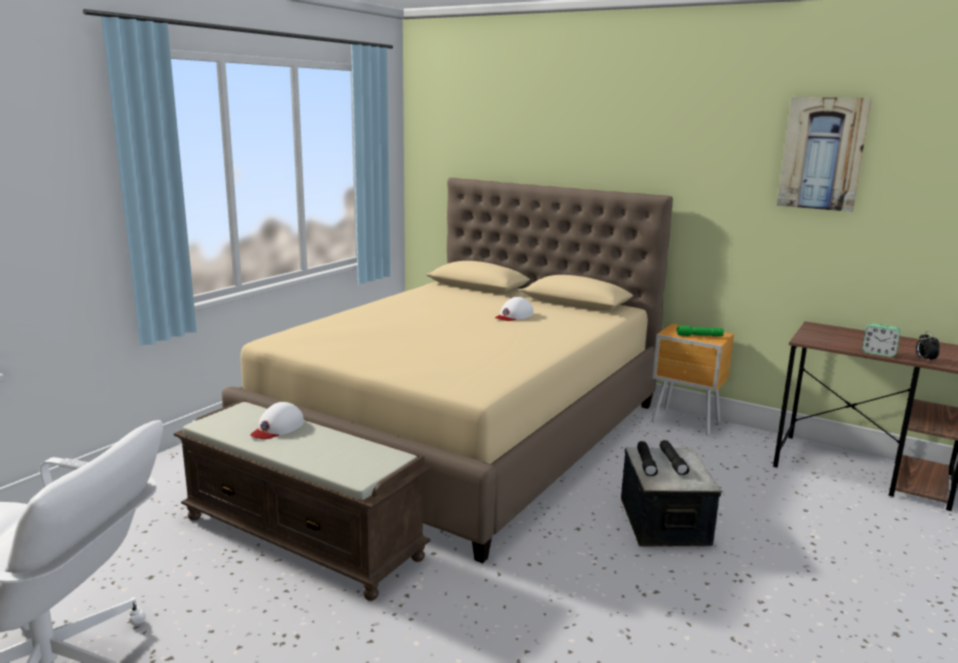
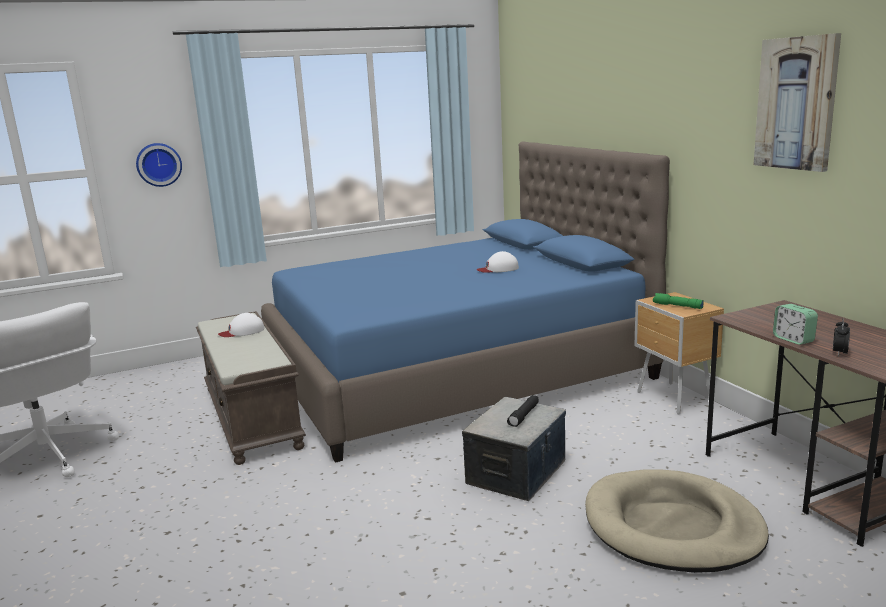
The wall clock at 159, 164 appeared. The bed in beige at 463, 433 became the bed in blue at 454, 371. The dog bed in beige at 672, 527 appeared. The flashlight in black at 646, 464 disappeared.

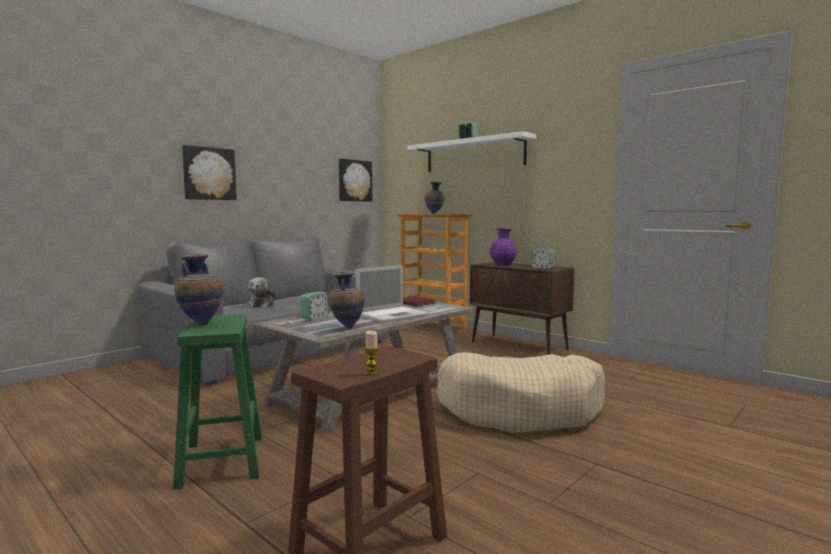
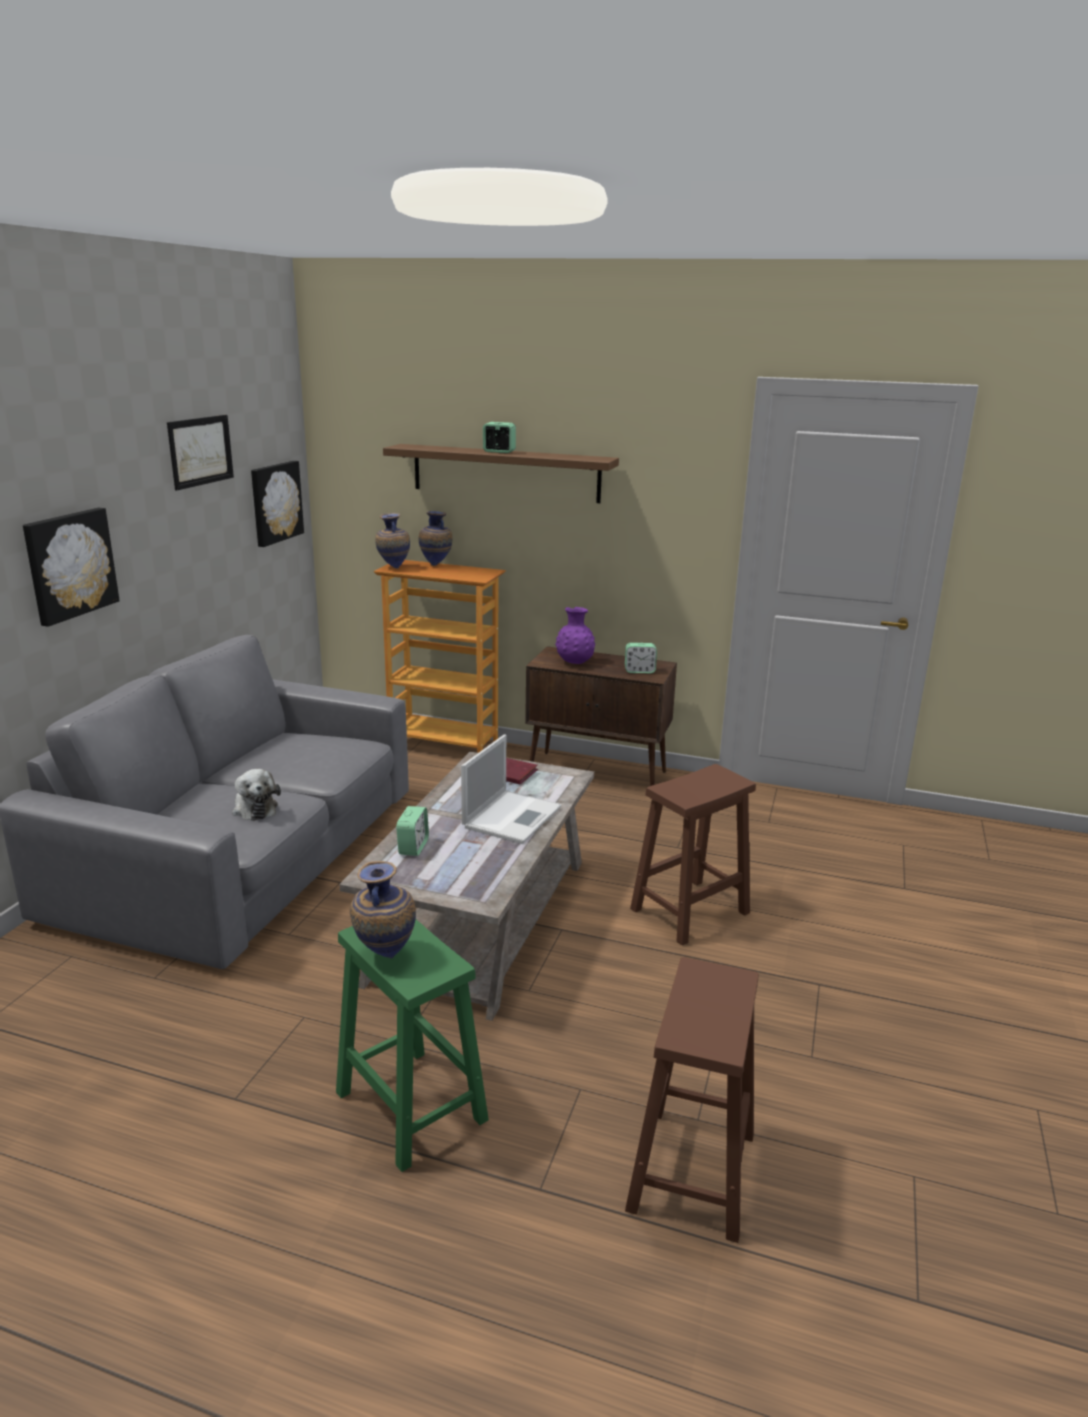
The picture at 200, 451 appeared. The vase moved from 346, 328 to 393, 568. The shelf in white at 473, 155 became the shelf in brown at 505, 473. The dog bed in beige at 520, 409 was replaced by the stool in brown at 688, 912. The candle at 371, 372 disappeared.

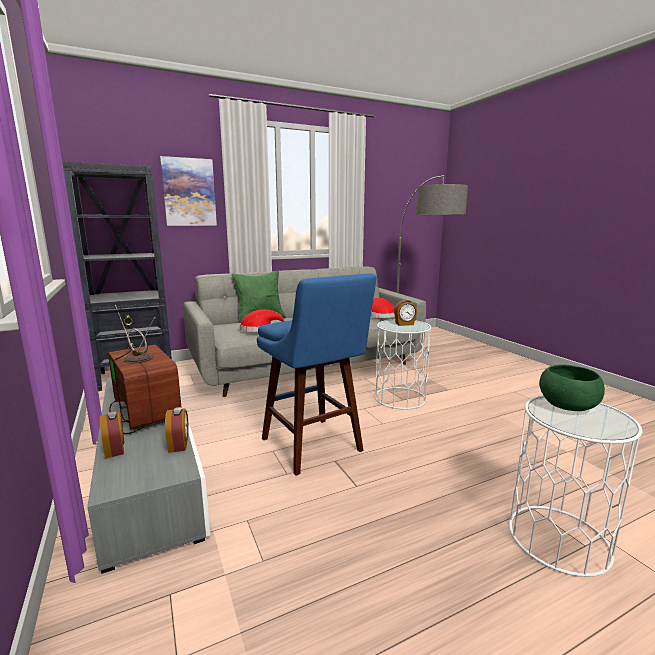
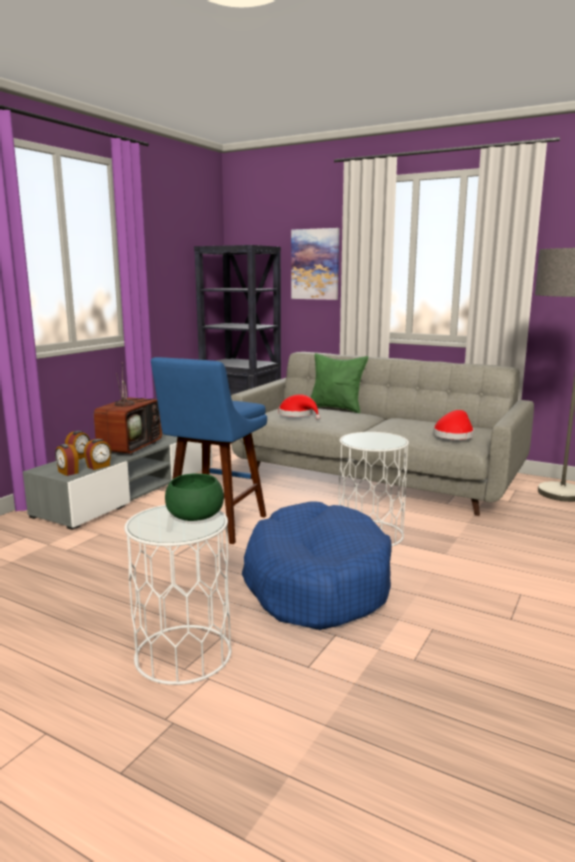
The alarm clock moved from 404, 324 to 67, 472. The dog bed in blue at 316, 583 appeared.

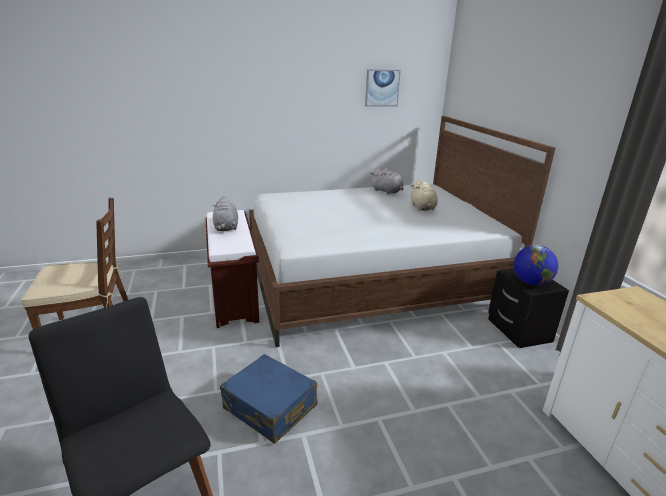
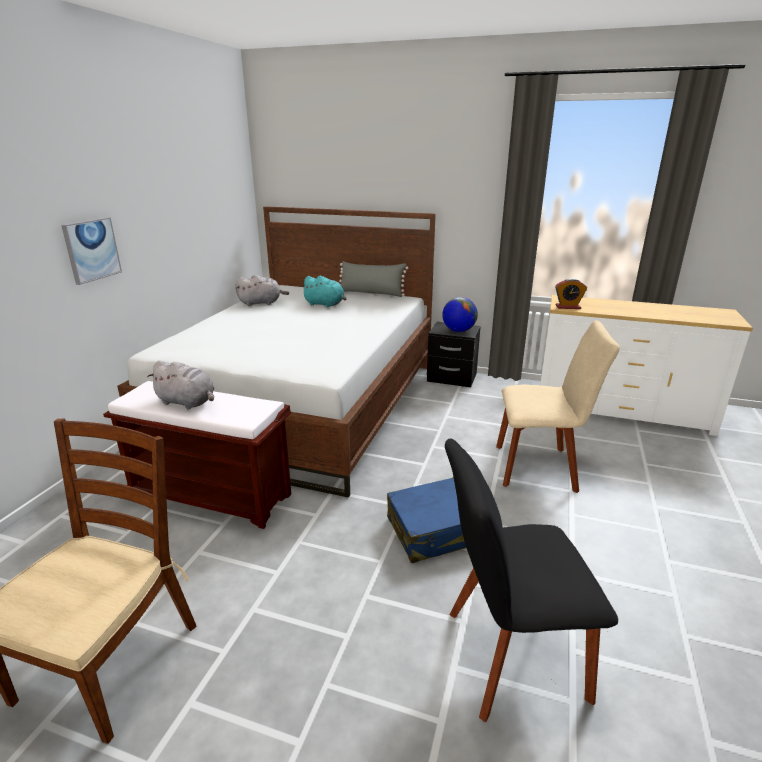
The picture moved from 382, 88 to 92, 250. The plush toy in beige at 423, 208 became the plush toy in turquoise at 325, 304. The pillow in grey at 371, 293 appeared. The chair in beige at 540, 467 appeared. The alarm clock at 568, 307 appeared.

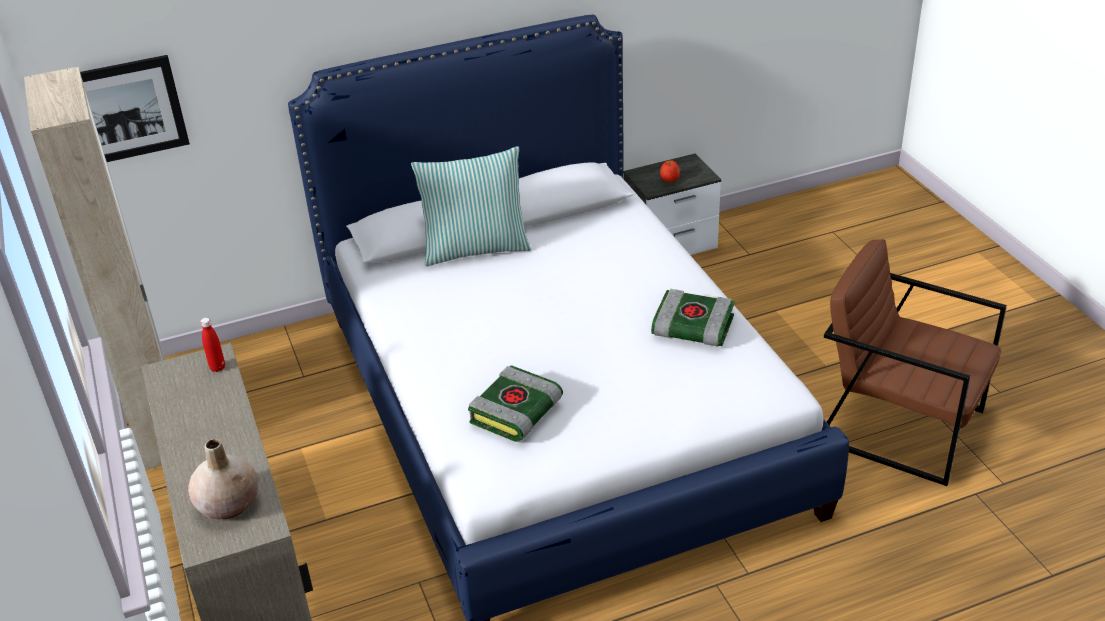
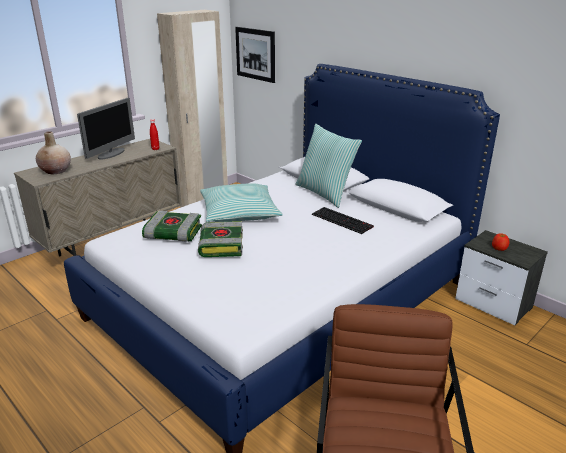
The monitor at 111, 154 appeared. The book moved from 691, 328 to 220, 245. The pillow at 239, 212 appeared. The keyboard at 343, 220 appeared.

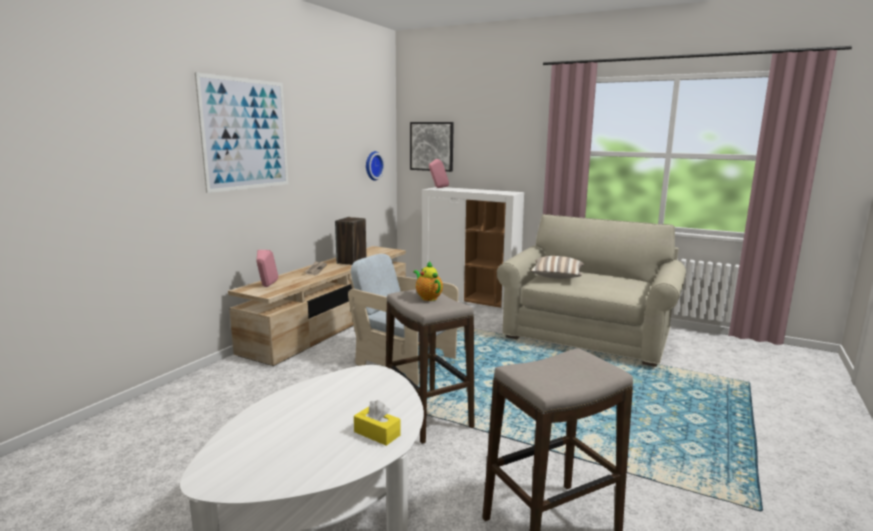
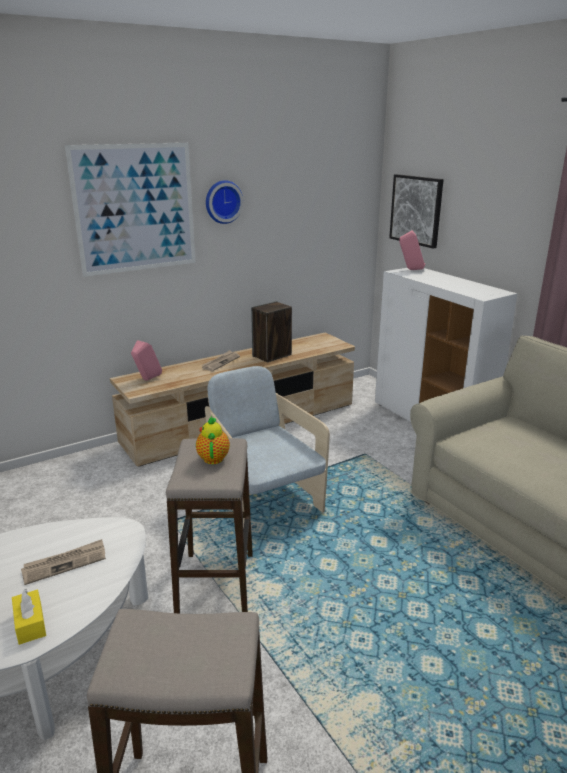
The newspaper at 65, 563 appeared. The wall clock moved from 372, 165 to 223, 201. The pillow at 557, 277 disappeared.

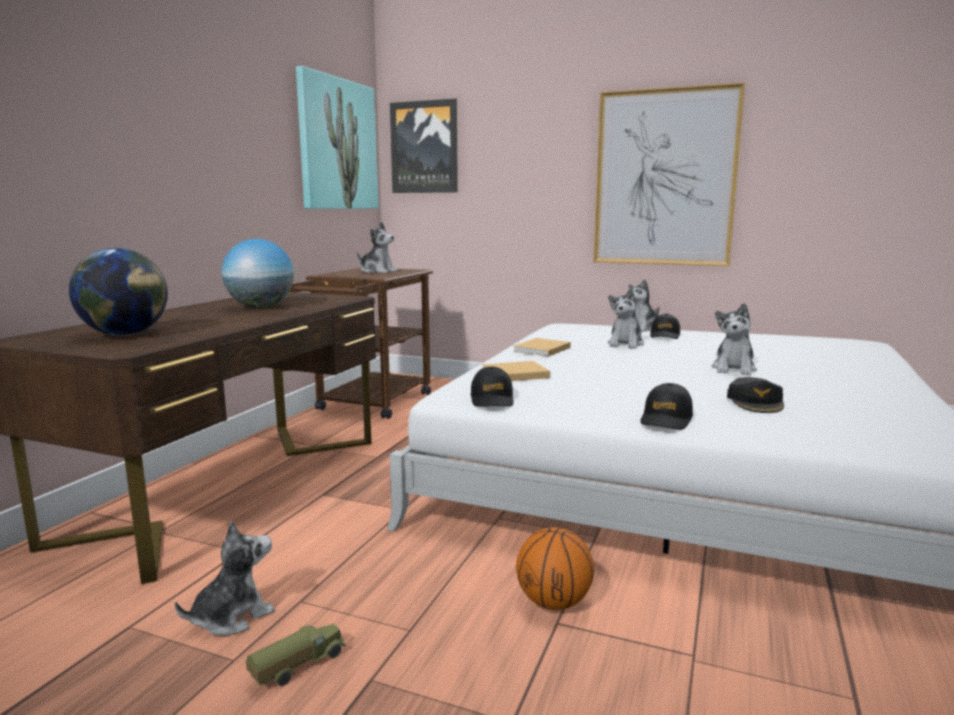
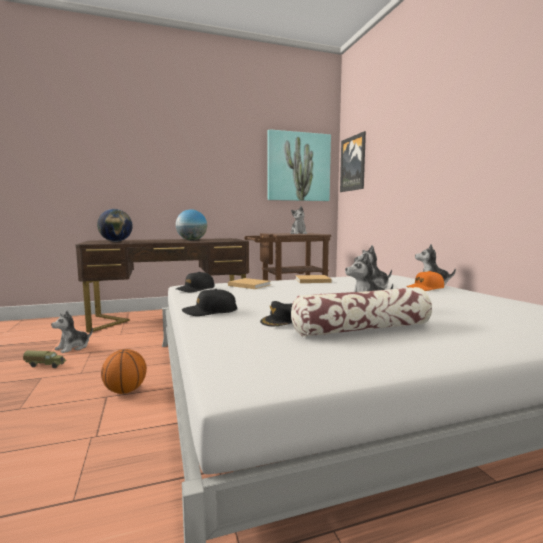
The plush toy at 232, 617 turned 120 degrees clockwise. The pillow at 362, 329 appeared. The cap in black at 665, 335 became the cap in orange at 425, 288. The picture at 664, 178 disappeared.

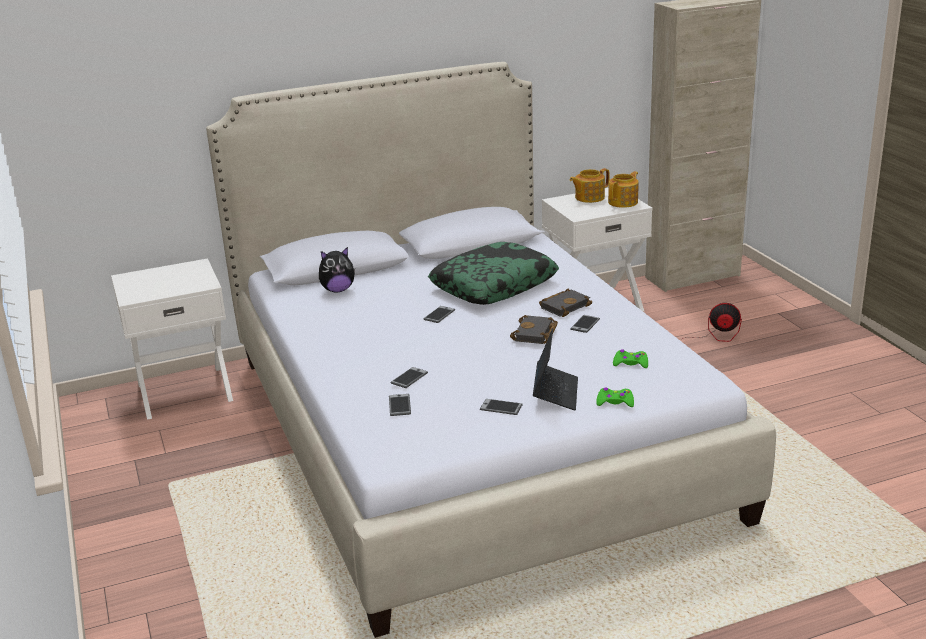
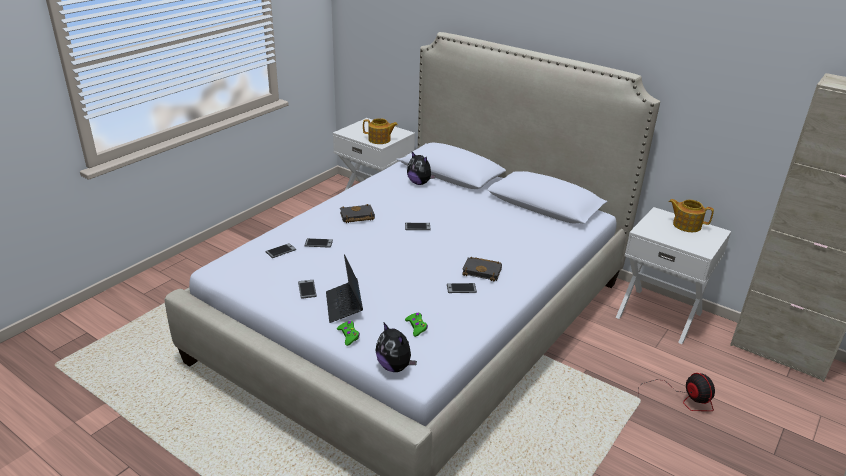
The laptop at 555, 393 turned 105 degrees clockwise. The book in black moved from 535, 334 to 356, 217. The teapot moved from 623, 202 to 380, 140. The plush toy at 395, 366 appeared. The pillow at 494, 285 disappeared.

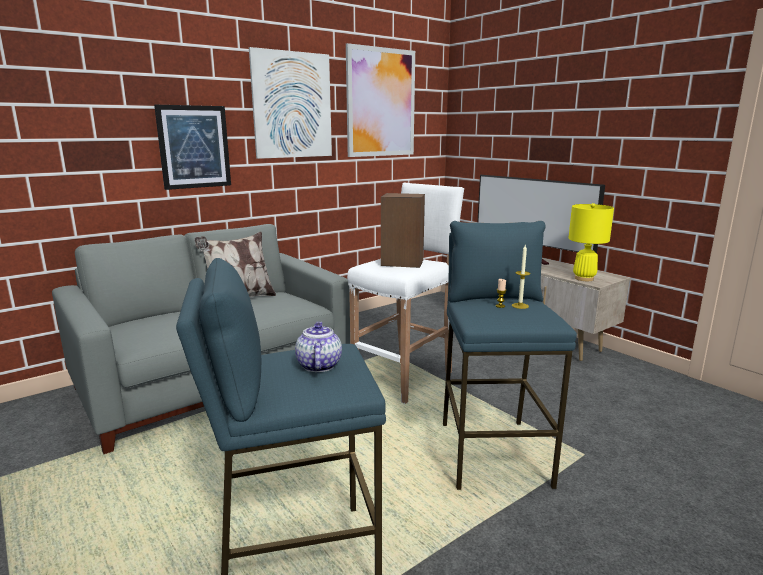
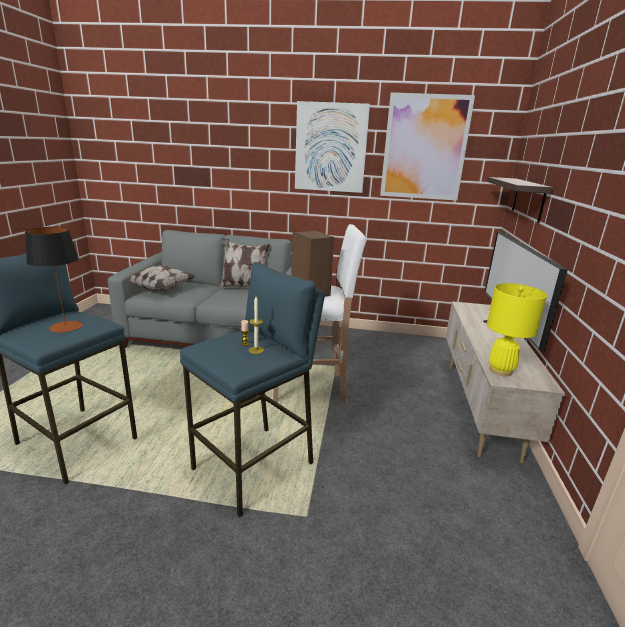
The teapot at 318, 365 was replaced by the table lamp at 66, 327. The pillow at 160, 289 appeared. The shelf at 528, 199 appeared. The picture at 194, 147 disappeared.

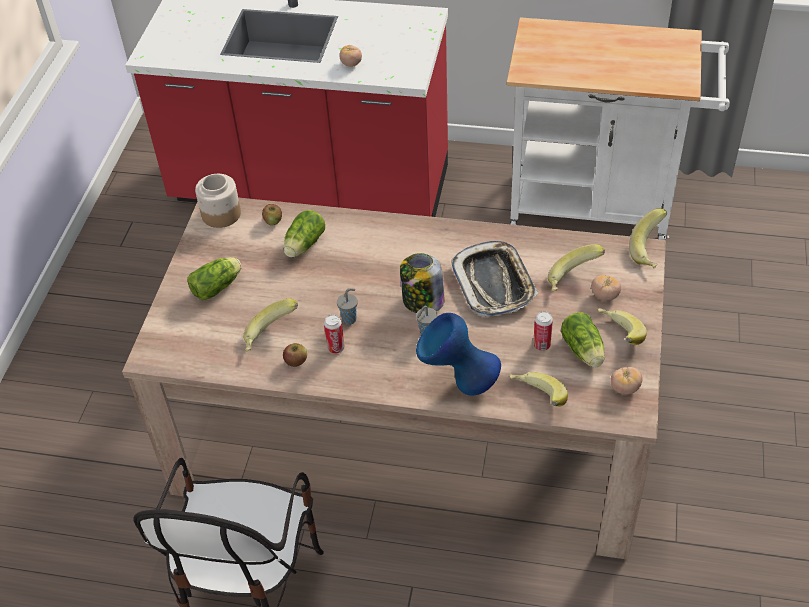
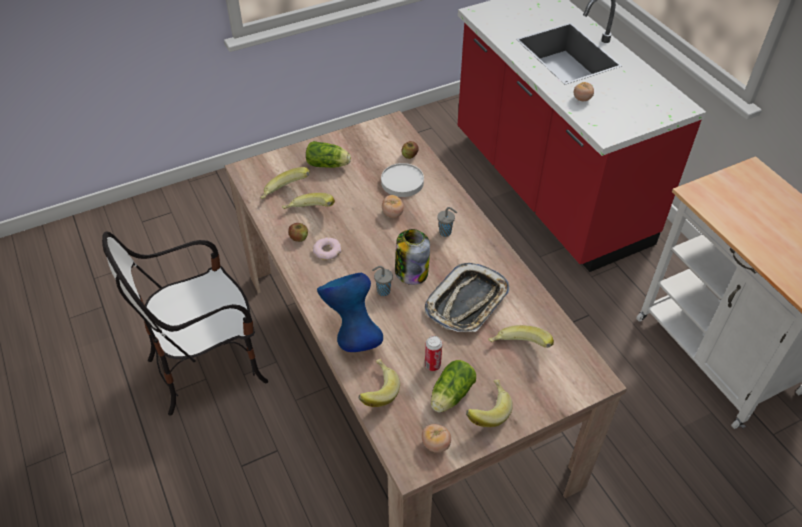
The banana moved from 651, 251 to 285, 194. The can at 336, 348 was replaced by the donut at 327, 251. The lettuce at 303, 245 was replaced by the plate in white at 402, 182. The tomato moved from 604, 296 to 392, 213. The cup in grey moved from 350, 319 to 446, 232. The jar at 220, 214 disappeared.

